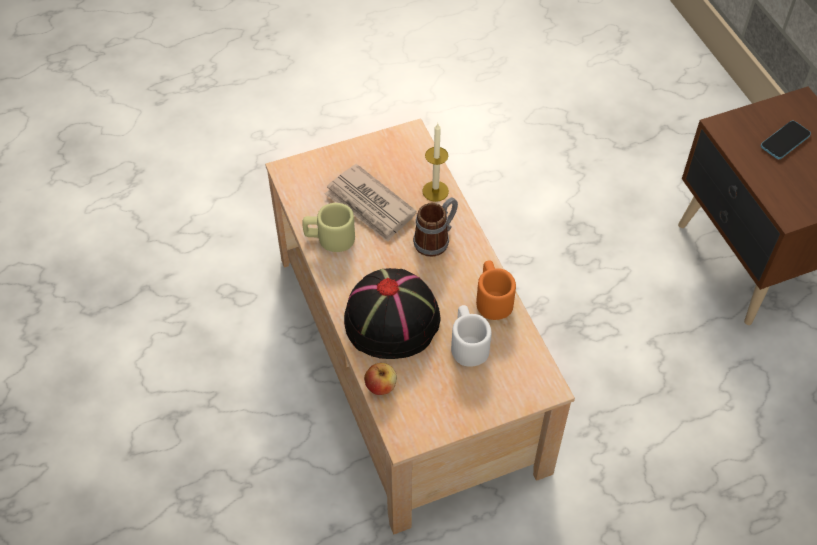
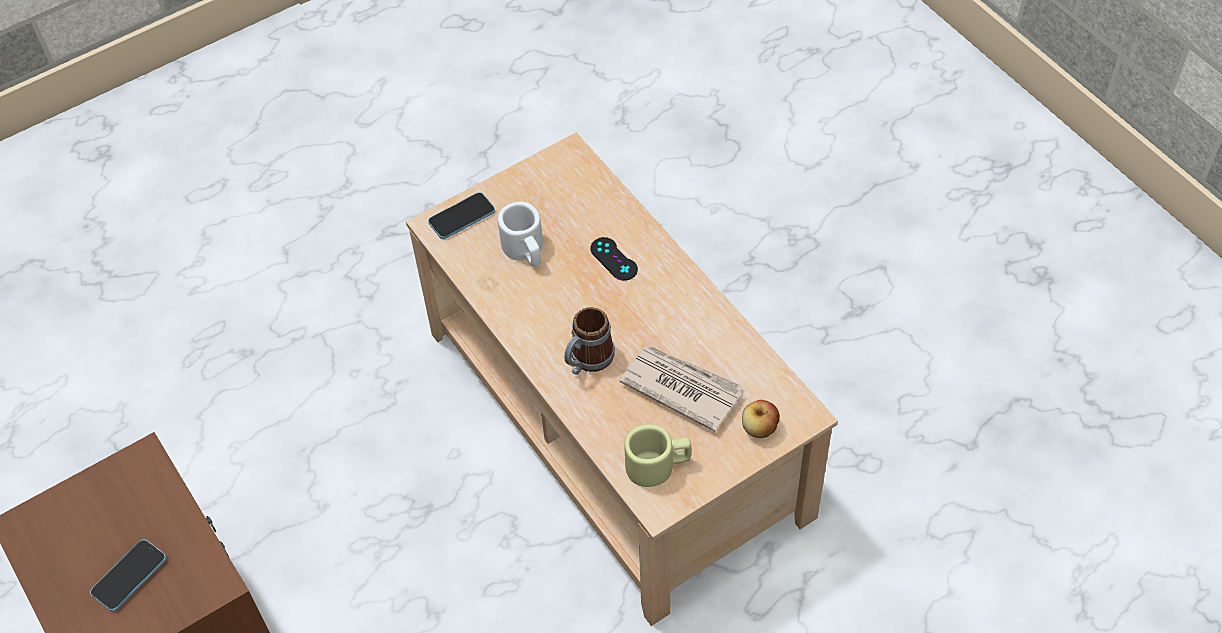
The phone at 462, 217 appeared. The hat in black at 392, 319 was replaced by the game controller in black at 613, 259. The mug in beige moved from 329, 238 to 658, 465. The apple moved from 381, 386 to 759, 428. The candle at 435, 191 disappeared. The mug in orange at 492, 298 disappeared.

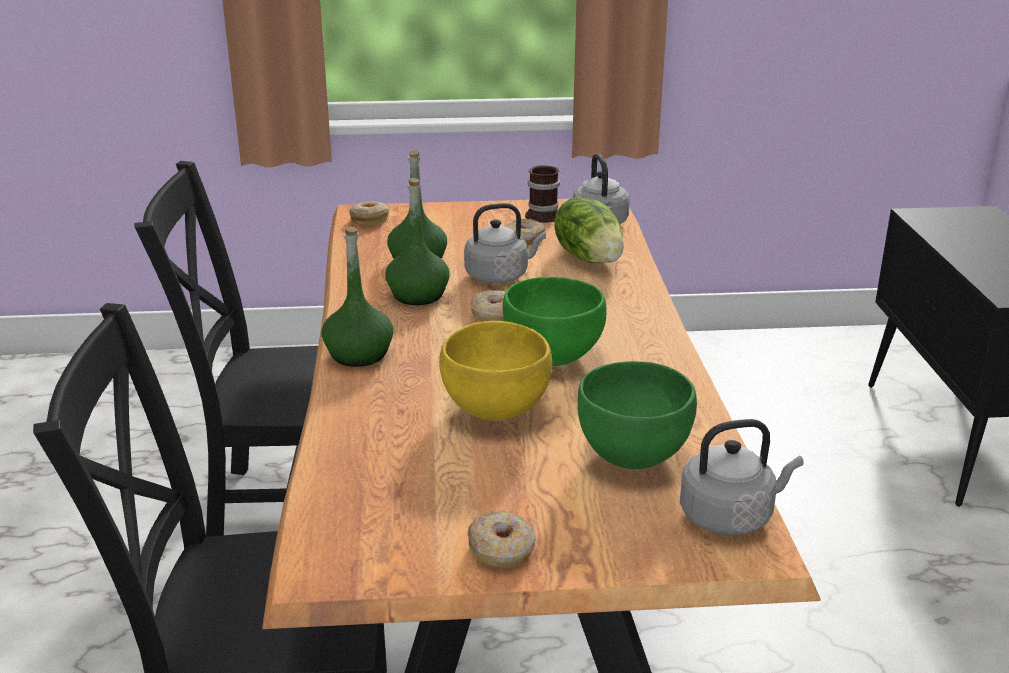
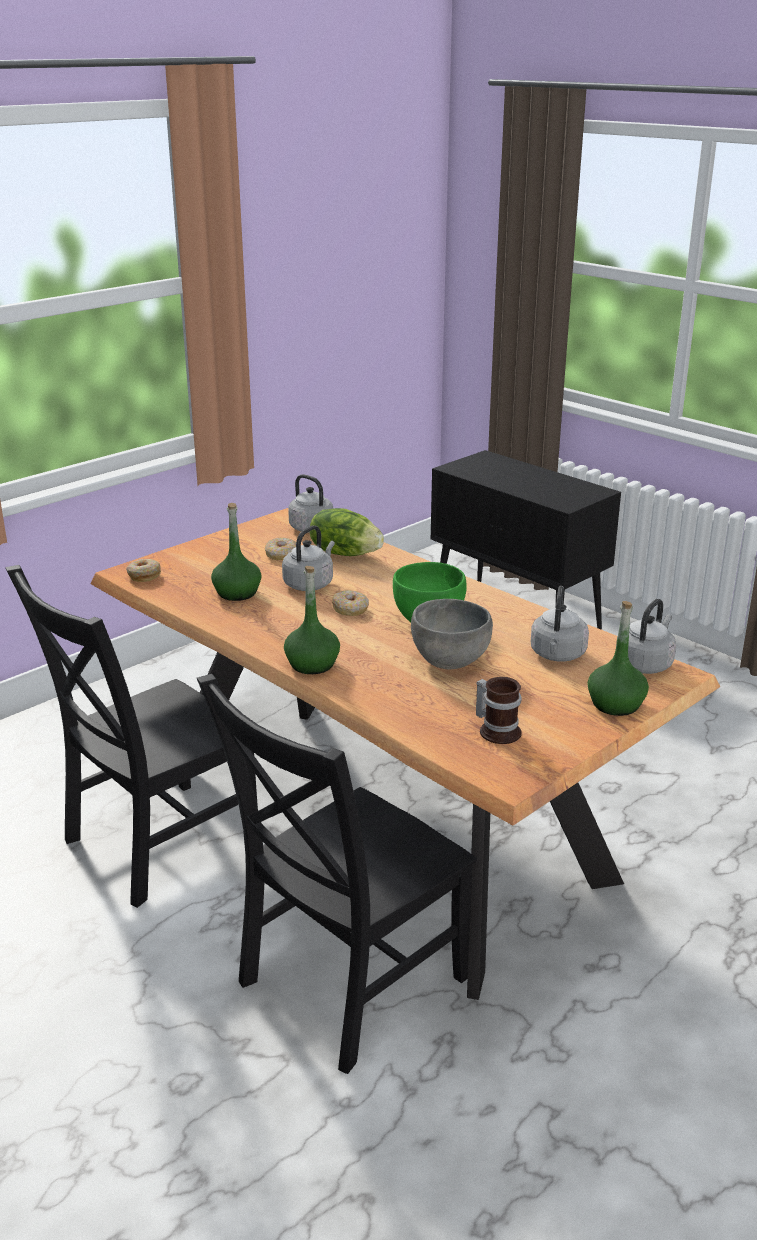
The bowl in yellow at 494, 409 became the bowl in grey at 449, 662. The mug moved from 544, 214 to 498, 730. The bowl in green at 632, 455 was replaced by the kettle in grey at 557, 655. The bottle in green moved from 418, 295 to 615, 704. The donut at 502, 550 disappeared.

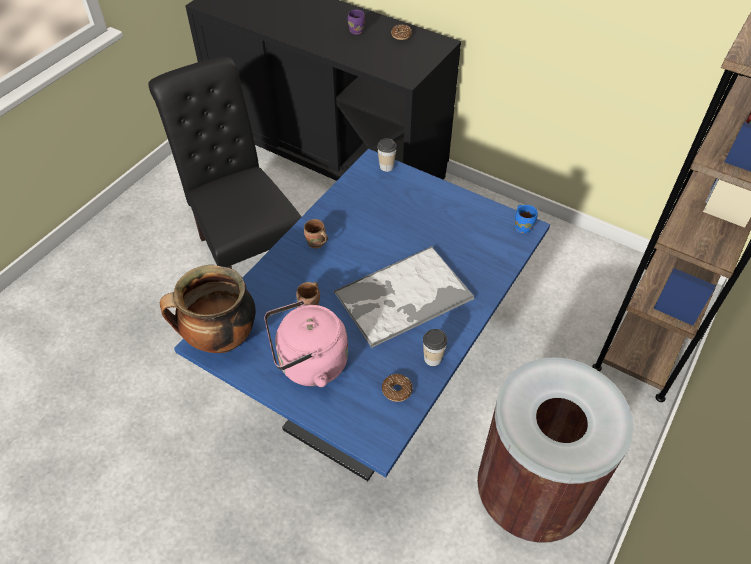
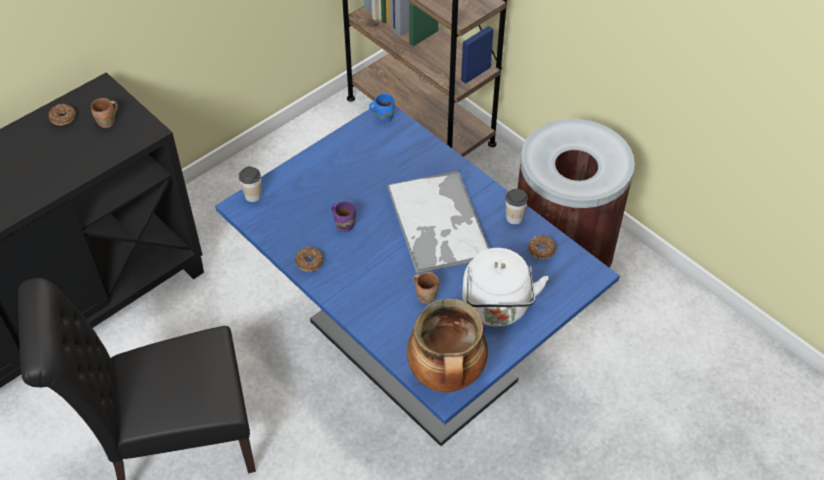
The mug in brown moved from 316, 244 to 108, 122. The donut at 309, 262 appeared. The mug in purple moved from 357, 31 to 345, 224. The kettle in pink at 309, 364 became the kettle in white at 497, 309.

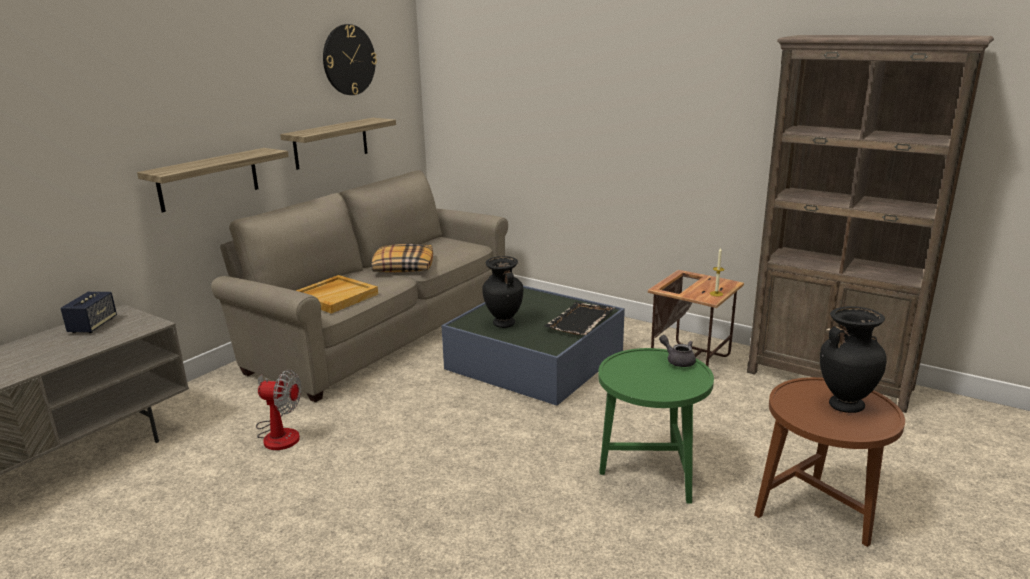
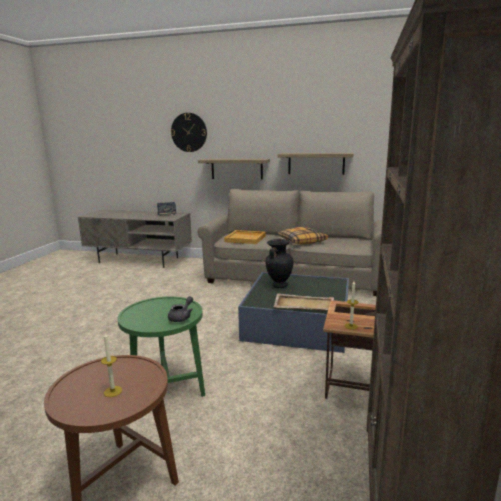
The vase in black at 844, 405 was replaced by the candle at 113, 391. The wall clock moved from 349, 60 to 189, 132. The tray in black at 580, 321 became the tray in beige at 303, 304. The fan at 279, 433 disappeared.

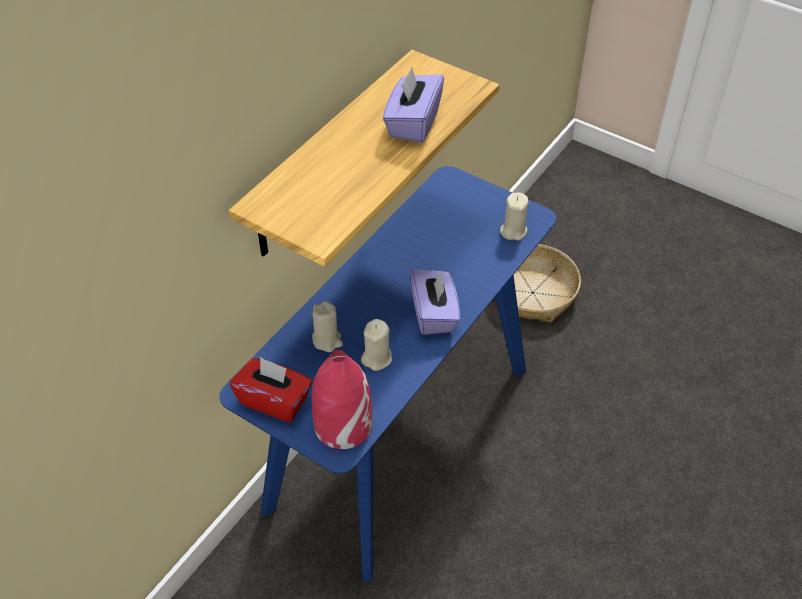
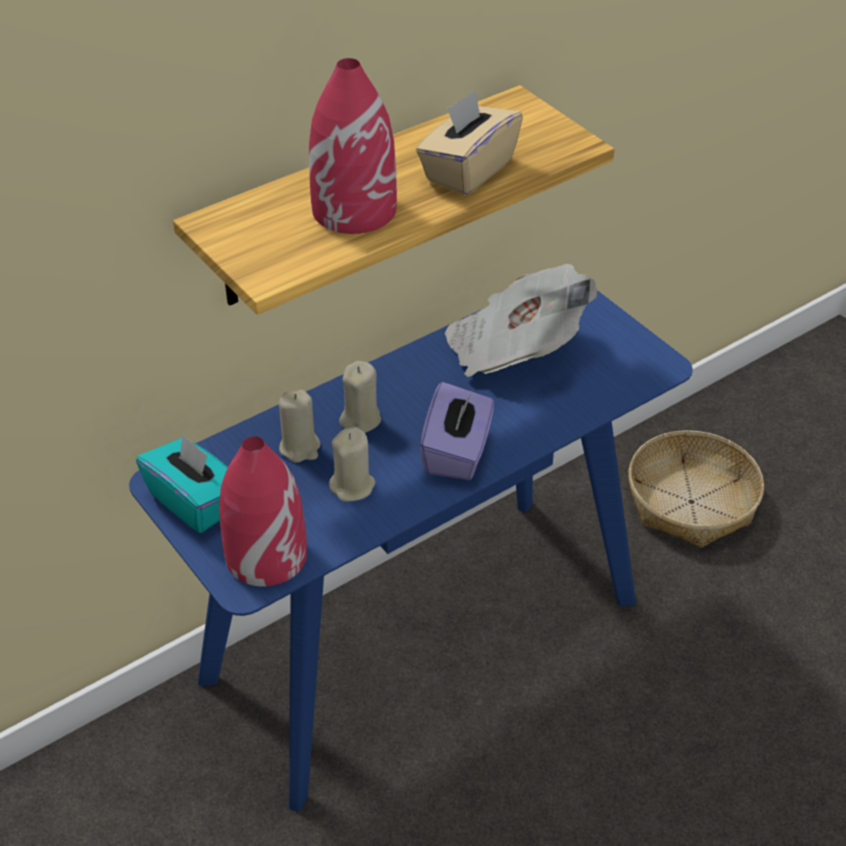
The tissue box in red at 274, 401 became the tissue box in turquoise at 195, 502. The vase in red at 354, 209 appeared. The candle in beige moved from 513, 231 to 360, 419. The tissue box in purple at 413, 123 became the tissue box in beige at 468, 170. The newspaper at 514, 349 appeared.

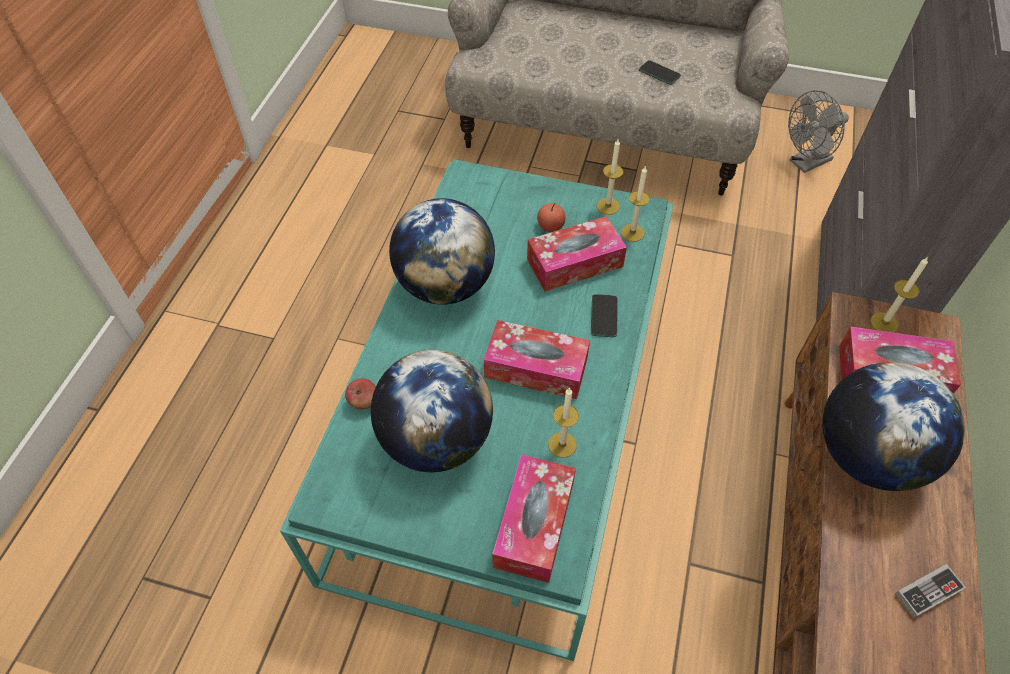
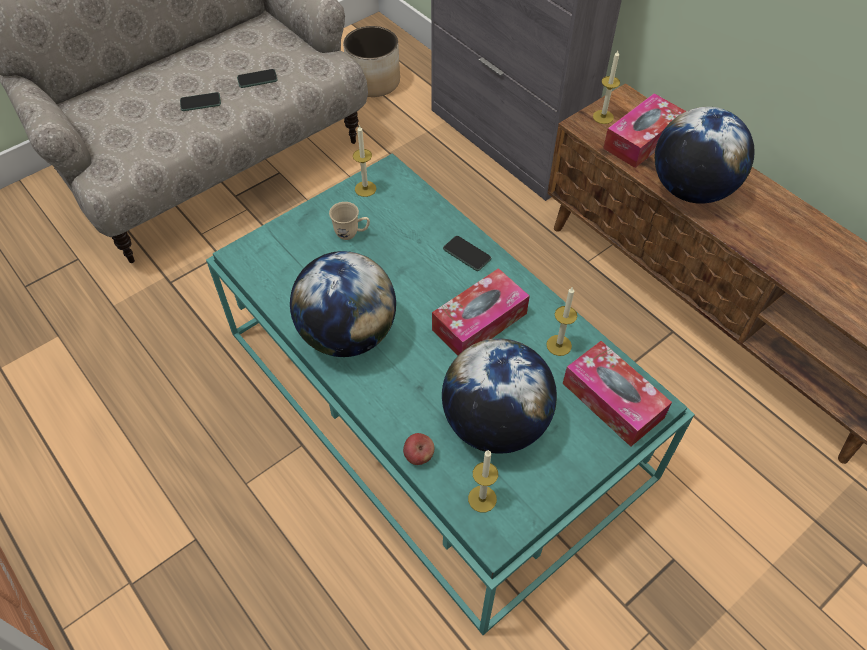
The phone at 200, 102 appeared. The apple at 550, 226 was replaced by the mug in beige at 351, 233. The fan in grey at 805, 163 was replaced by the planter at 374, 82. The candle moved from 632, 233 to 482, 499. The tissue box at 574, 263 disappeared. The game controller at 928, 592 disappeared.

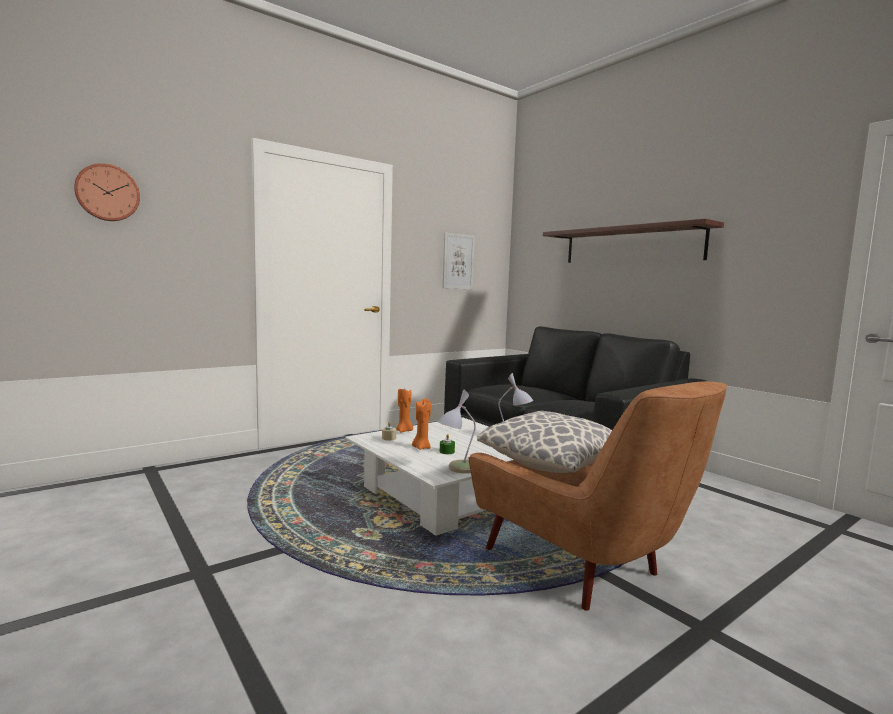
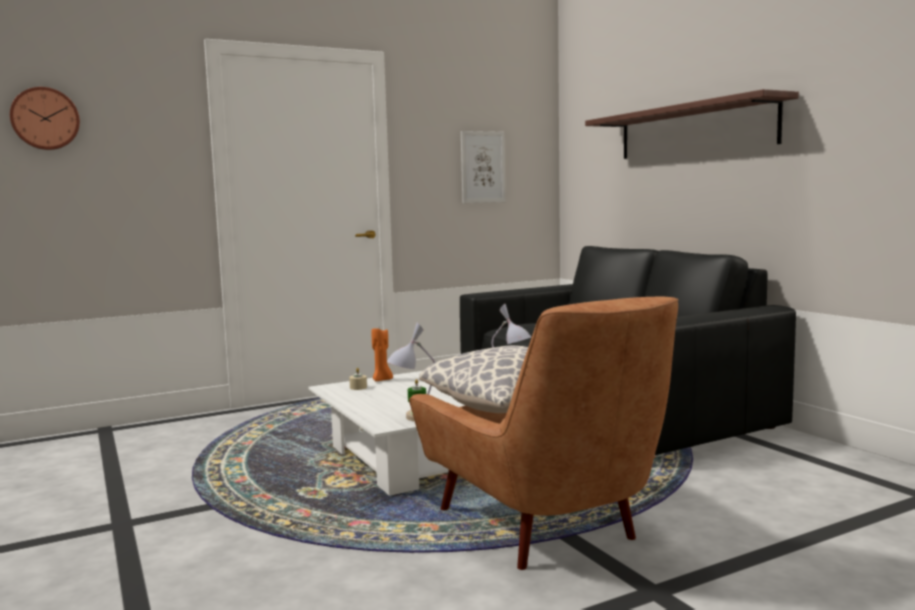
The candle in orange at 421, 447 disappeared.

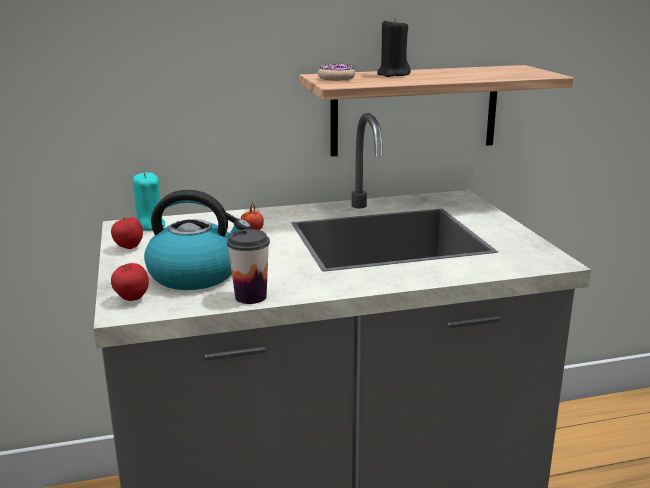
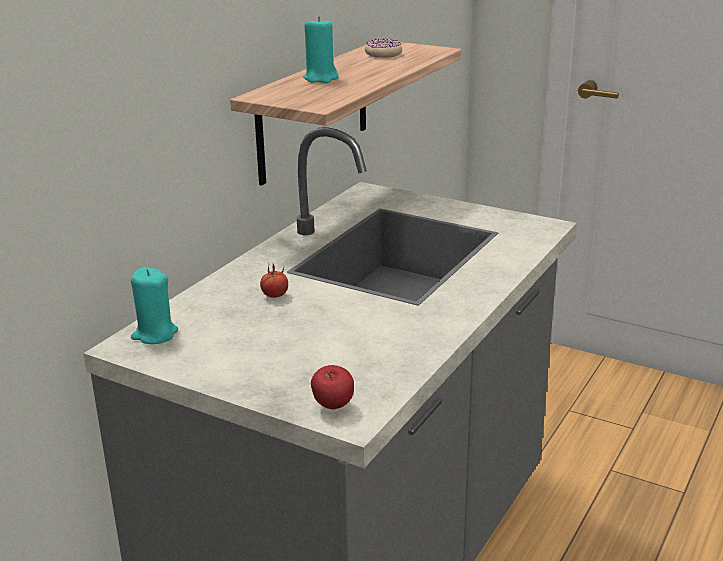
The candle in black at 393, 74 became the candle in turquoise at 321, 78. The donut moved from 336, 78 to 383, 54. The apple at 128, 248 disappeared. The kettle at 196, 275 disappeared. The cup at 250, 297 disappeared.

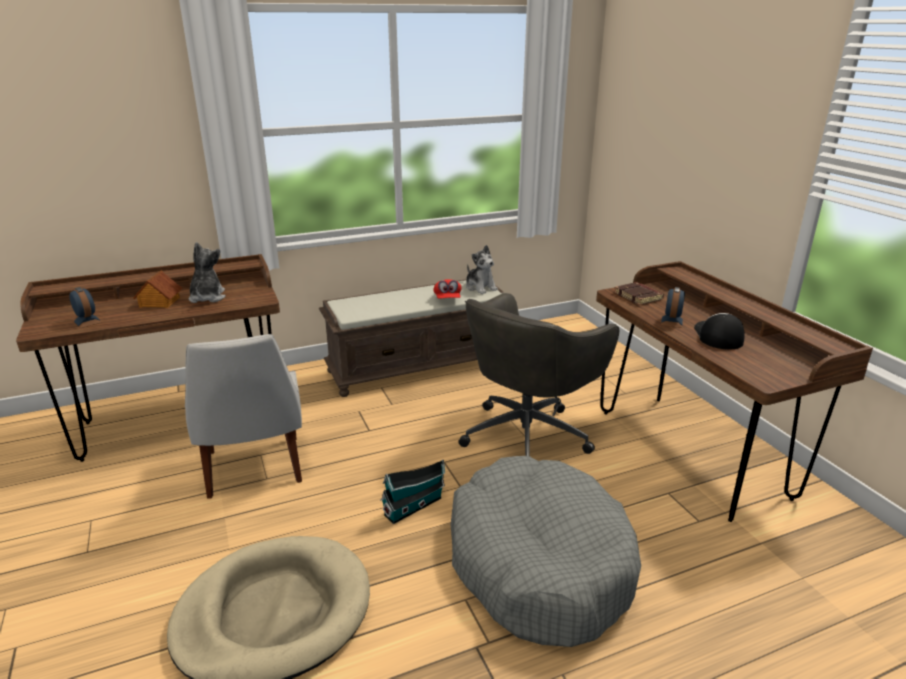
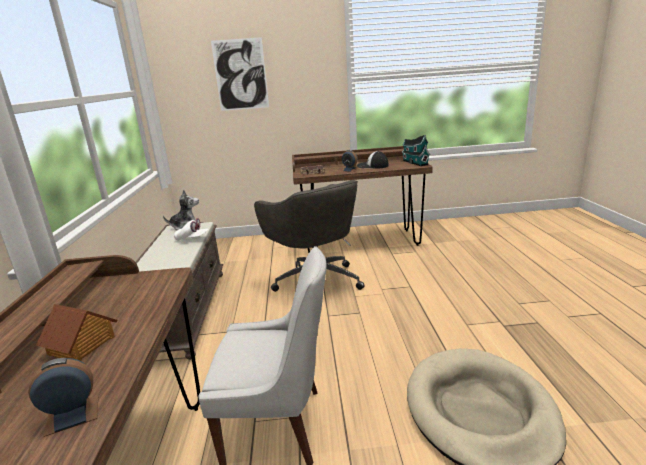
The cap in red at 447, 299 became the cap in white at 192, 239. The picture at 240, 75 appeared. The toy house moved from 415, 505 to 414, 162. The plush toy at 207, 297 disappeared. The dog bed in grey at 538, 563 disappeared.

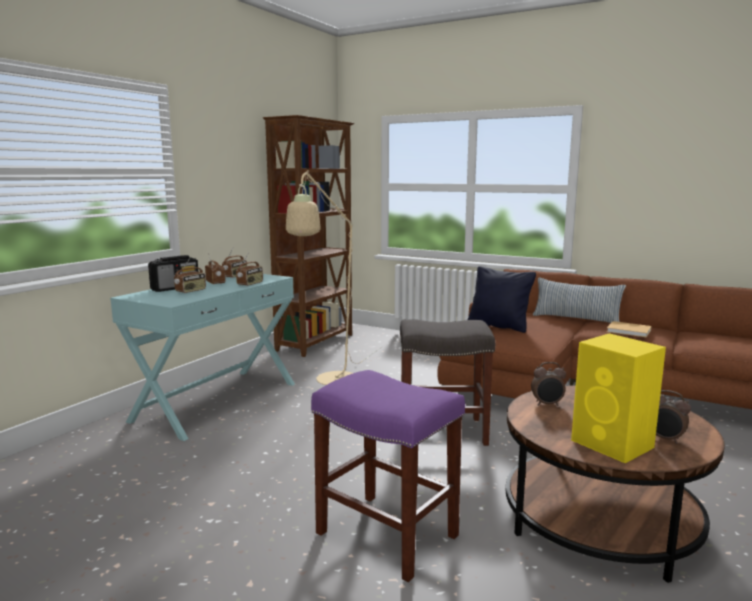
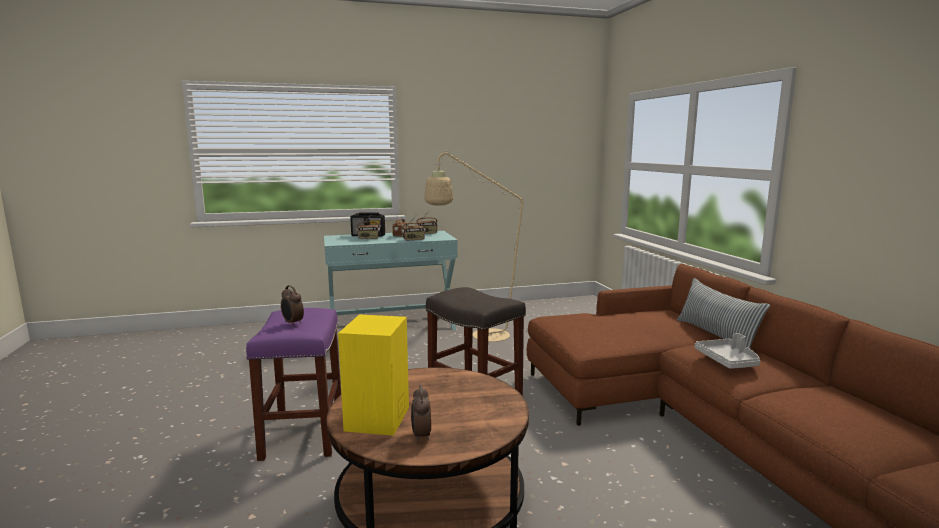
The alarm clock moved from 547, 404 to 292, 323. The book in beige at 630, 331 was replaced by the tray in grey at 728, 361. The bookcase in brown at 316, 342 disappeared. The pillow in black at 499, 326 disappeared.

